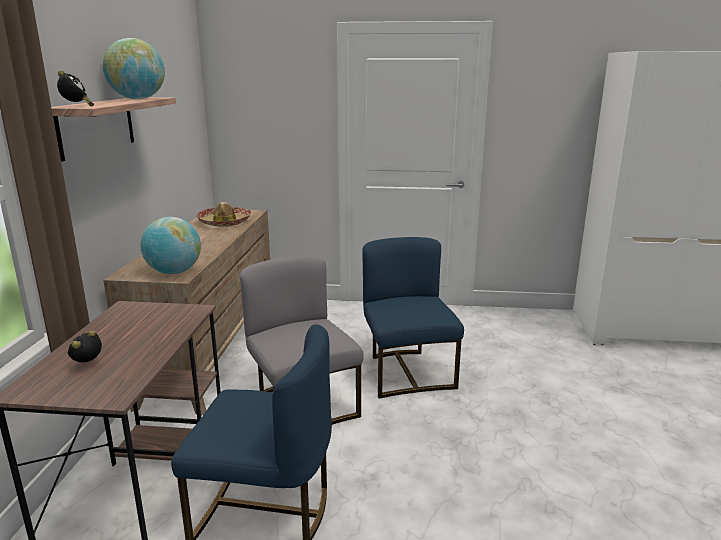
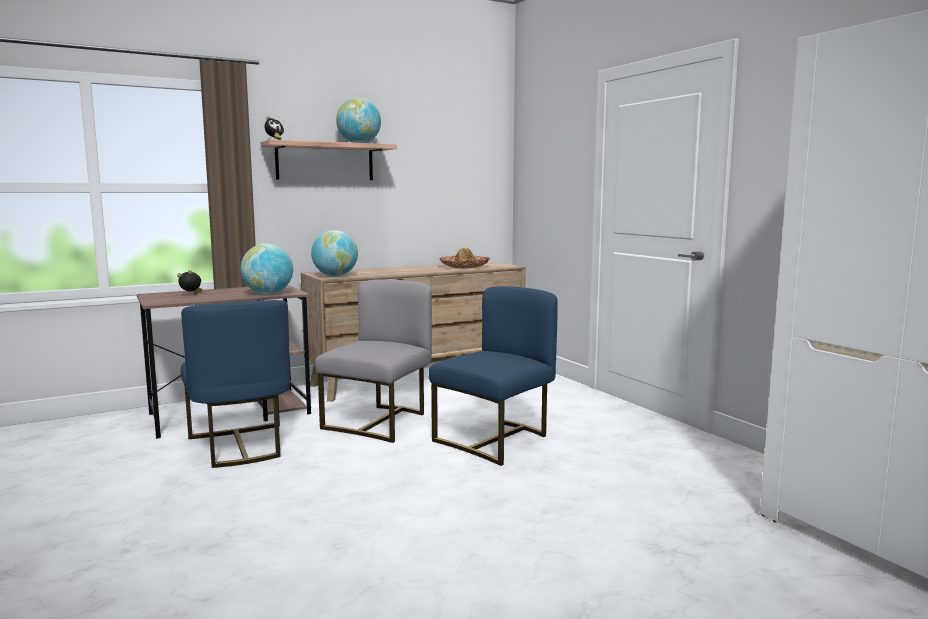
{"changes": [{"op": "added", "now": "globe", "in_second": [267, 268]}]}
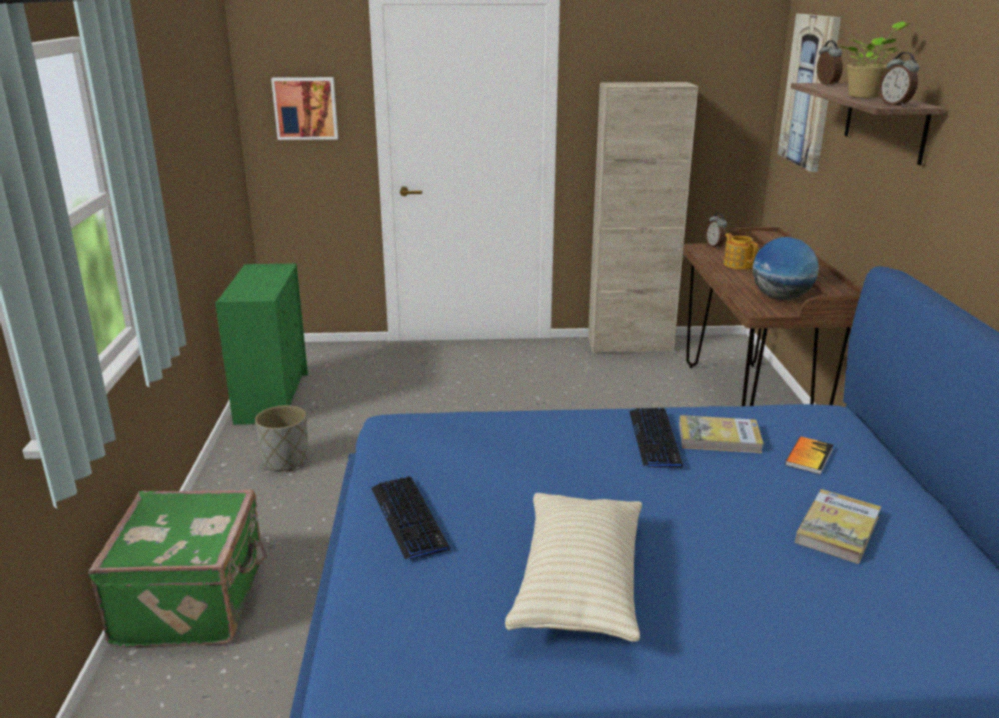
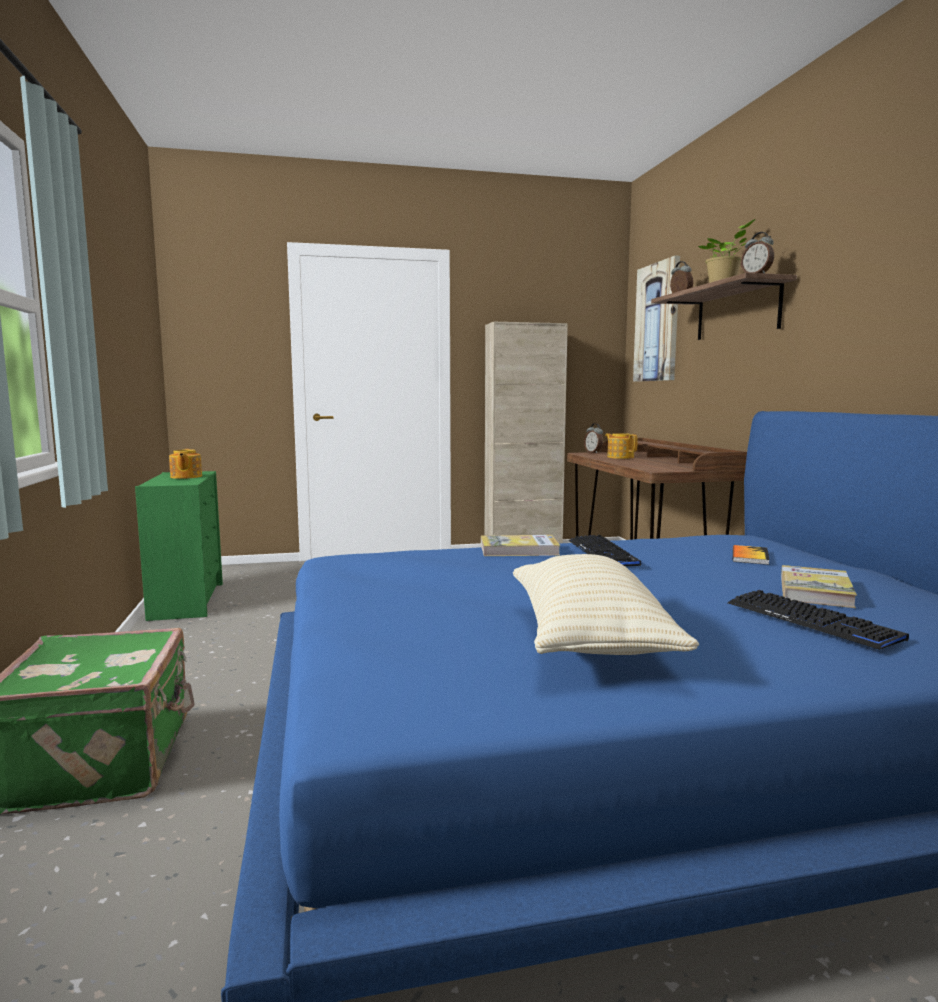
{"changes": [{"op": "removed", "was": "grey planter", "in_first": [281, 438]}, {"op": "removed", "was": "picture", "in_first": [304, 108]}, {"op": "moved", "was": "keyboard", "in_first": [410, 517], "in_second": [818, 620]}, {"op": "moved", "was": "book", "in_first": [721, 434], "in_second": [520, 545]}, {"op": "removed", "was": "globe", "in_first": [786, 268]}, {"op": "added", "now": "teapot", "in_second": [185, 464]}]}
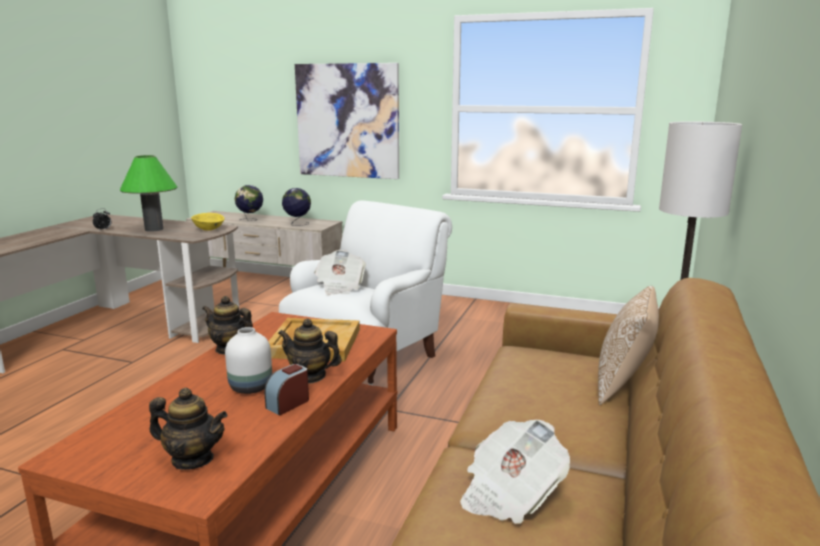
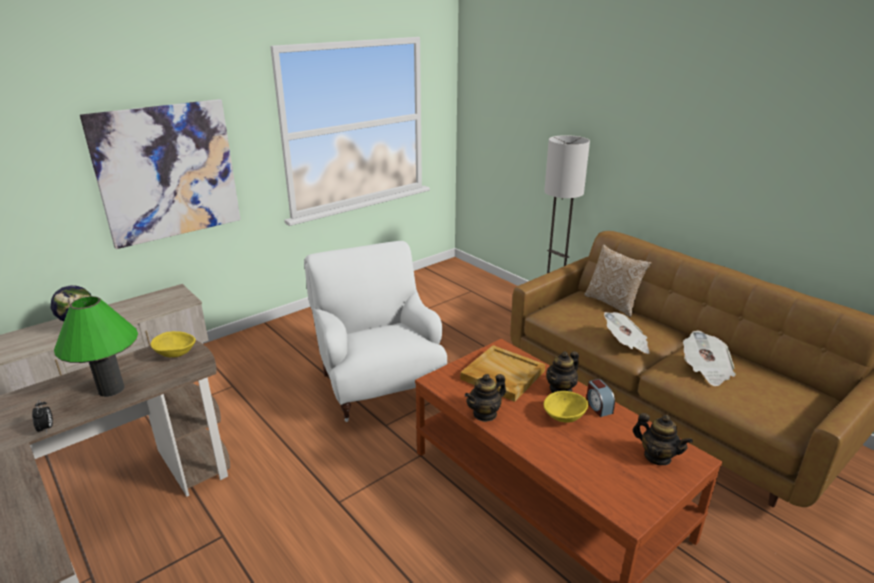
{"changes": [{"op": "turned", "was": "teapot", "in_first": [188, 429], "in_second": [663, 439], "clockwise": 90}, {"op": "replaced", "was": "white vase", "now": "yellow bowl", "in_first": [248, 360], "in_second": [566, 407]}, {"op": "removed", "was": "globe", "in_first": [296, 207]}, {"op": "moved", "was": "newspaper", "in_first": [340, 272], "in_second": [627, 333]}]}
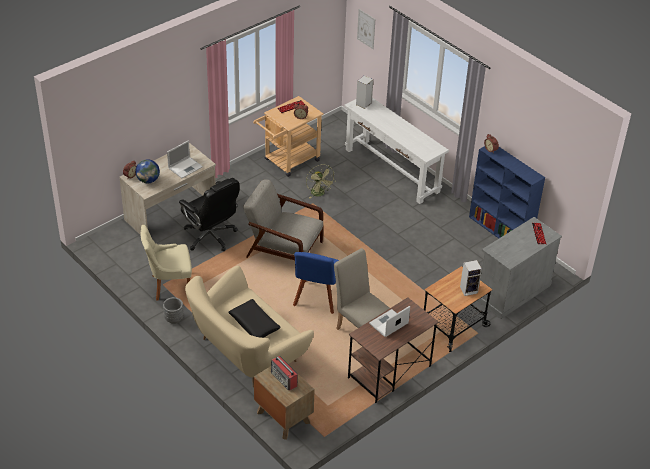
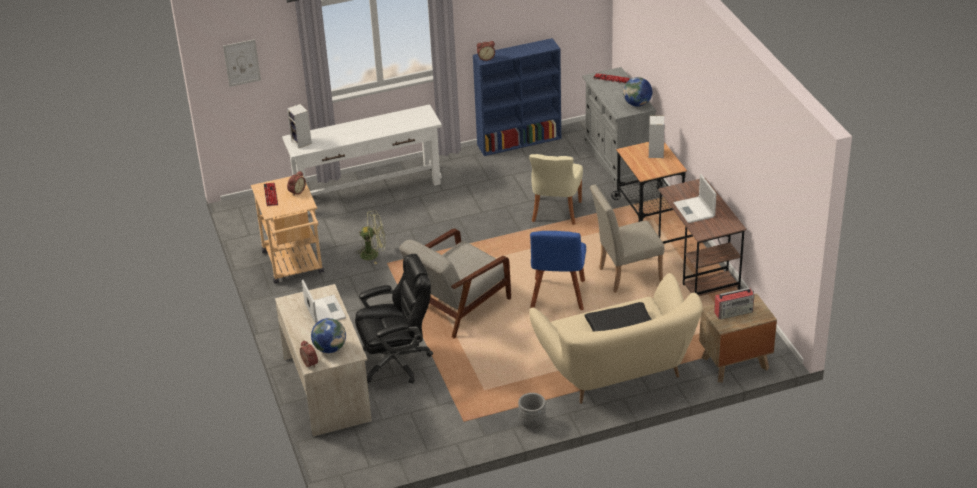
{"changes": [{"op": "moved", "was": "beige chair", "in_first": [166, 263], "in_second": [556, 189]}, {"op": "turned", "was": "blue chair", "in_first": [316, 283], "in_second": [558, 270], "clockwise": 60}, {"op": "added", "now": "globe", "in_second": [637, 92]}]}
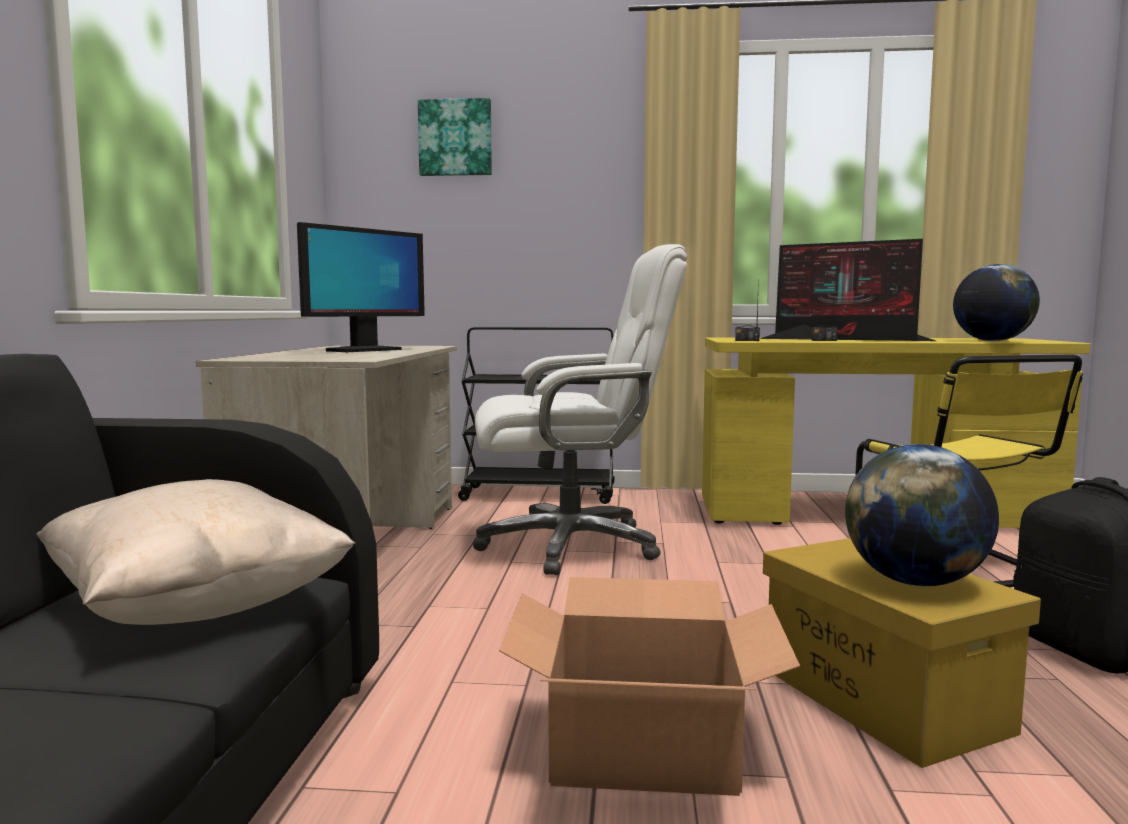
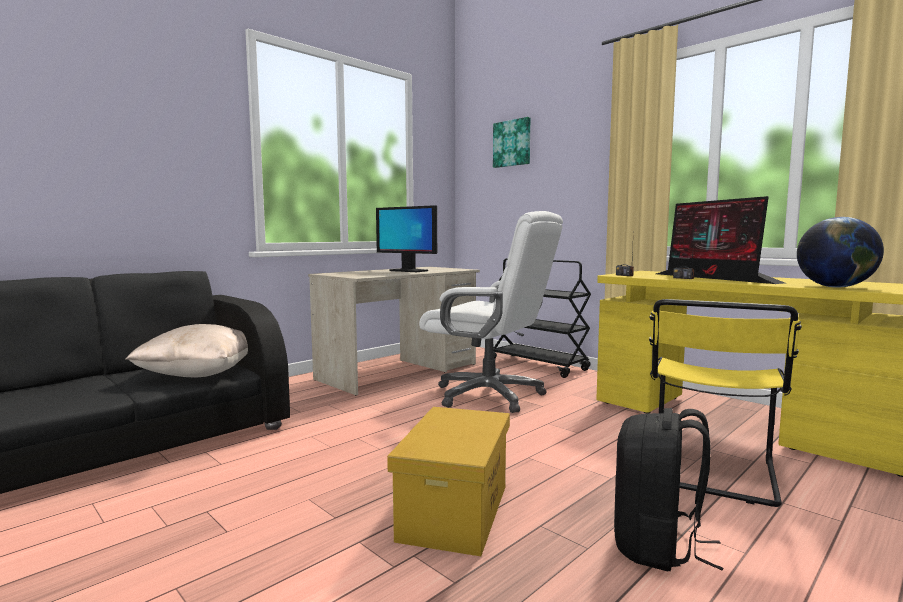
{"changes": [{"op": "turned", "was": "monitor", "in_first": [361, 287], "in_second": [406, 238], "clockwise": 45}, {"op": "removed", "was": "cardboard box", "in_first": [649, 686]}, {"op": "removed", "was": "globe", "in_first": [922, 515]}]}
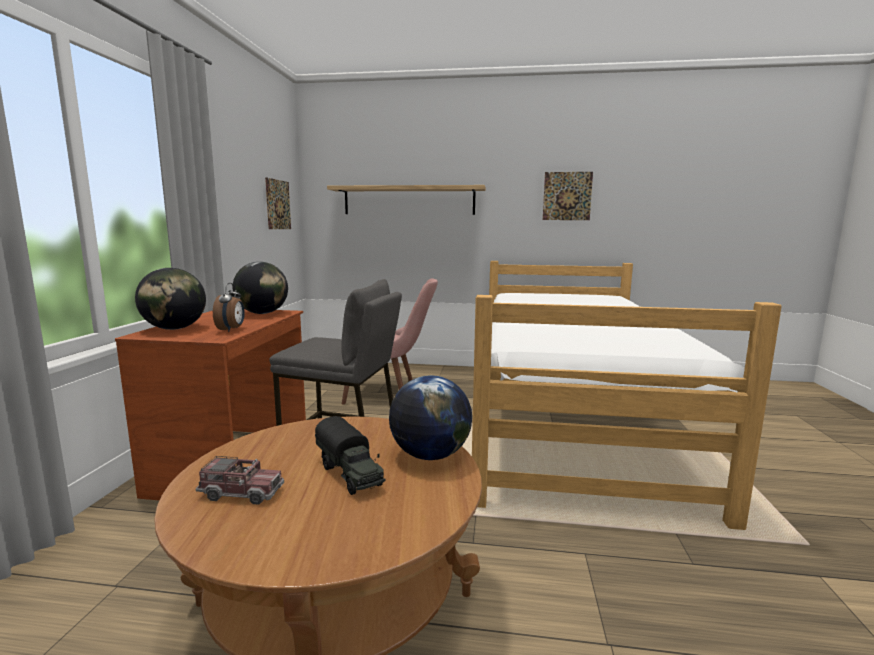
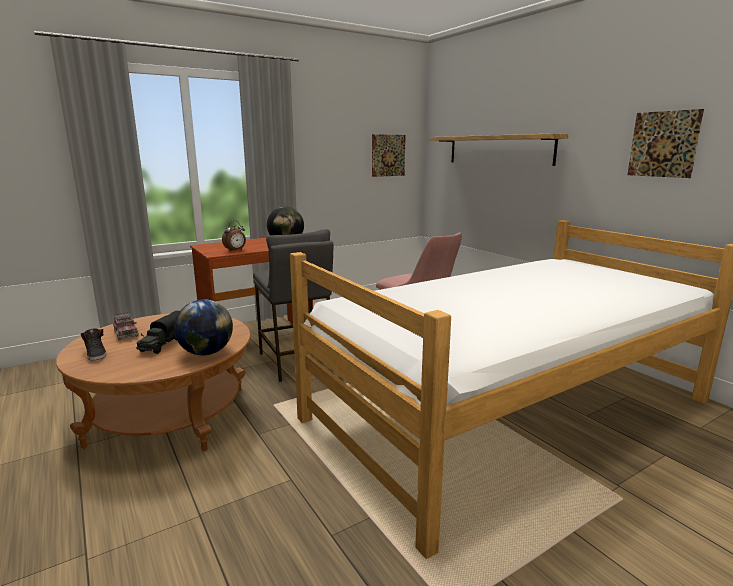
{"changes": [{"op": "removed", "was": "globe", "in_first": [170, 299]}, {"op": "added", "now": "black shoe", "in_second": [93, 345]}]}
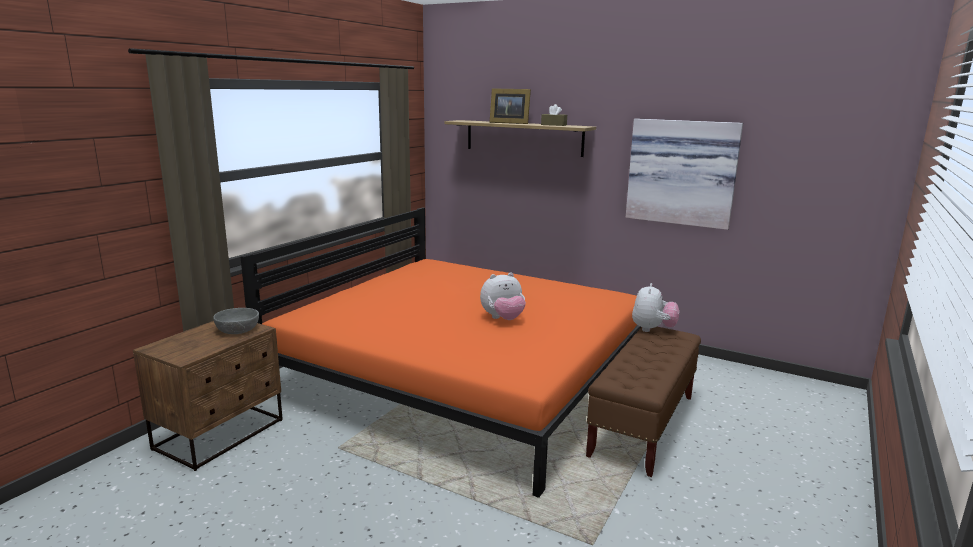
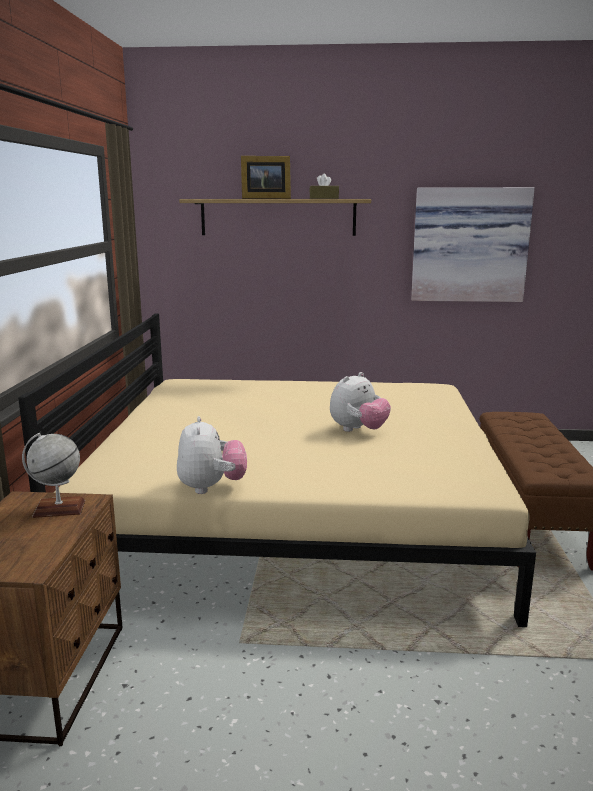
{"changes": [{"op": "replaced", "was": "grey bowl", "now": "globe", "in_first": [236, 321], "in_second": [53, 475]}, {"op": "recoloured", "was": "orange bed", "now": "beige bed", "in_first": [441, 352], "in_second": [277, 470]}, {"op": "moved", "was": "plush toy", "in_first": [655, 307], "in_second": [212, 455]}]}
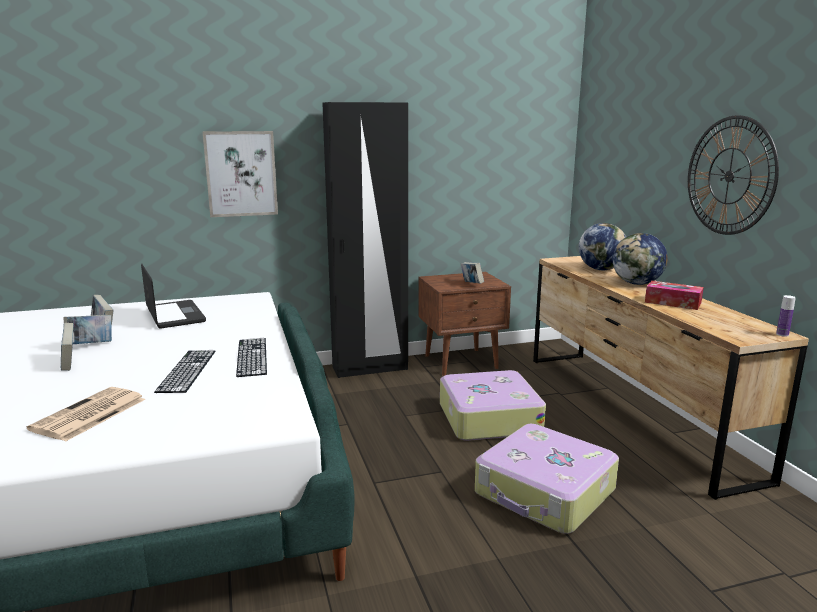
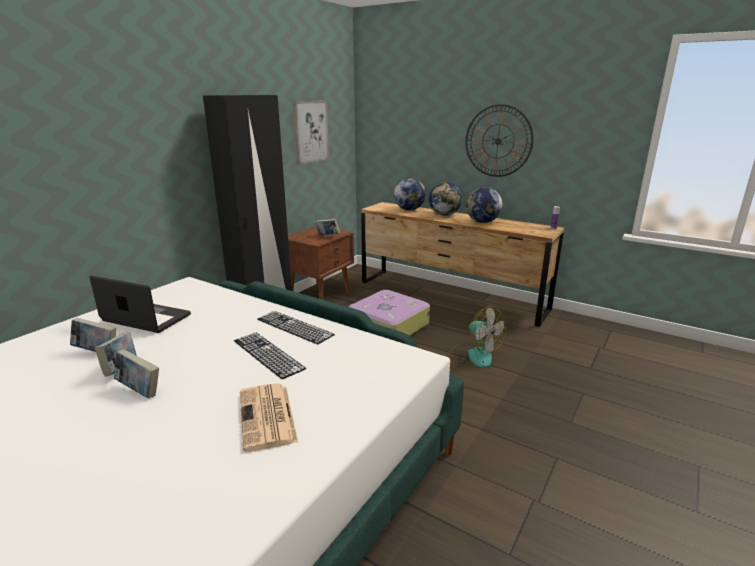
{"changes": [{"op": "moved", "was": "picture", "in_first": [240, 174], "in_second": [311, 132]}, {"op": "replaced", "was": "suitcase", "now": "fan", "in_first": [547, 479], "in_second": [477, 337]}, {"op": "replaced", "was": "tissue box", "now": "globe", "in_first": [674, 295], "in_second": [484, 205]}]}
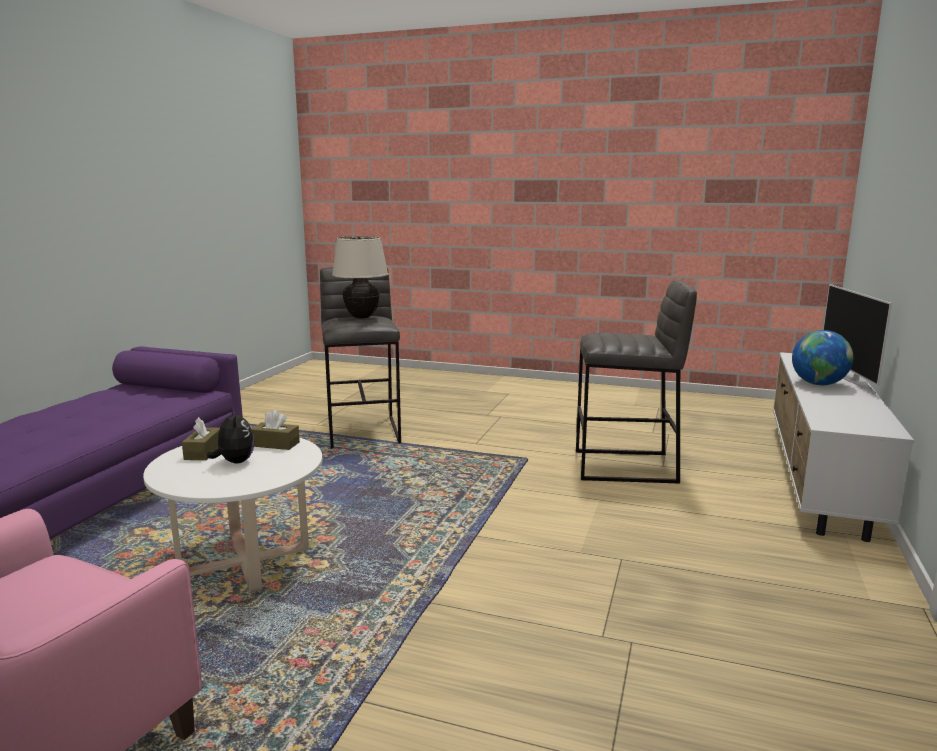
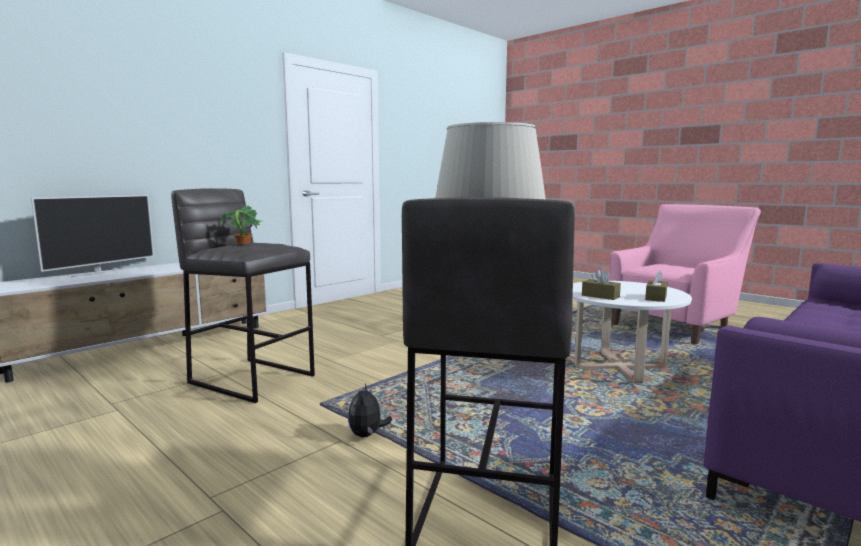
{"changes": [{"op": "moved", "was": "plush toy", "in_first": [230, 435], "in_second": [370, 410]}, {"op": "removed", "was": "globe", "in_first": [822, 357]}, {"op": "added", "now": "potted plant", "in_second": [241, 225]}]}
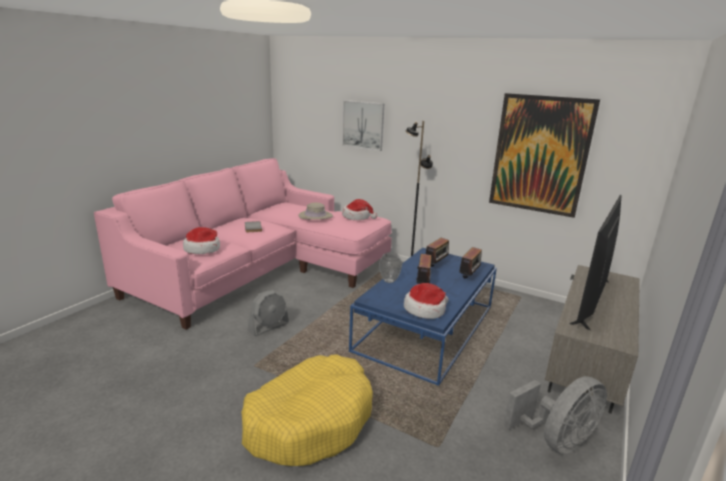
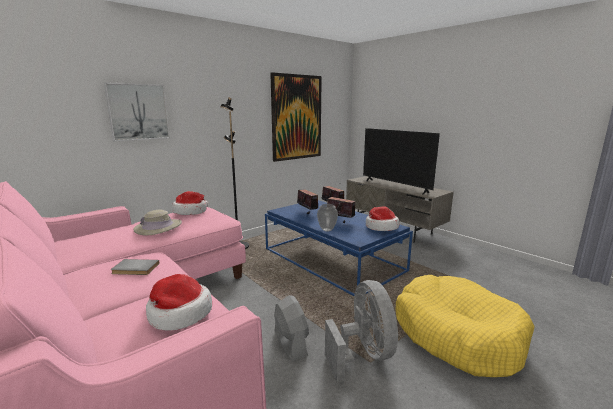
{"changes": [{"op": "moved", "was": "grey fan", "in_first": [555, 415], "in_second": [361, 331]}]}
